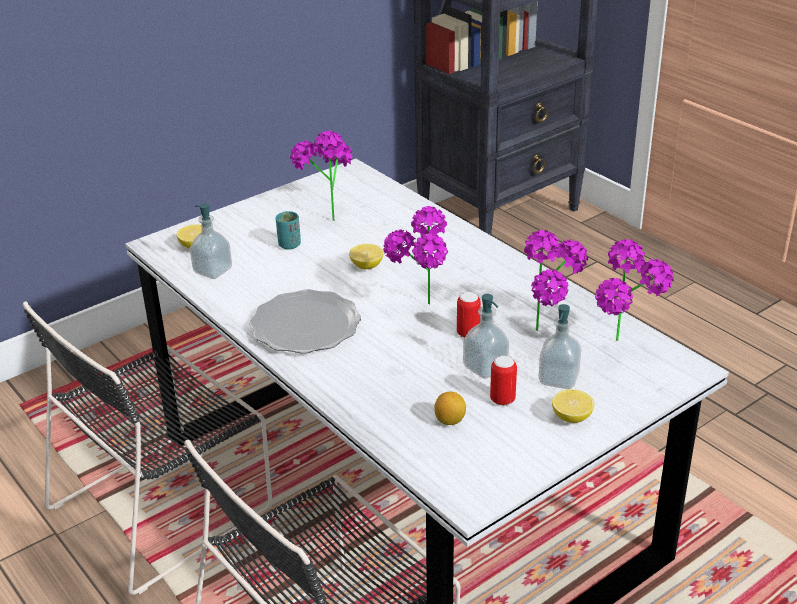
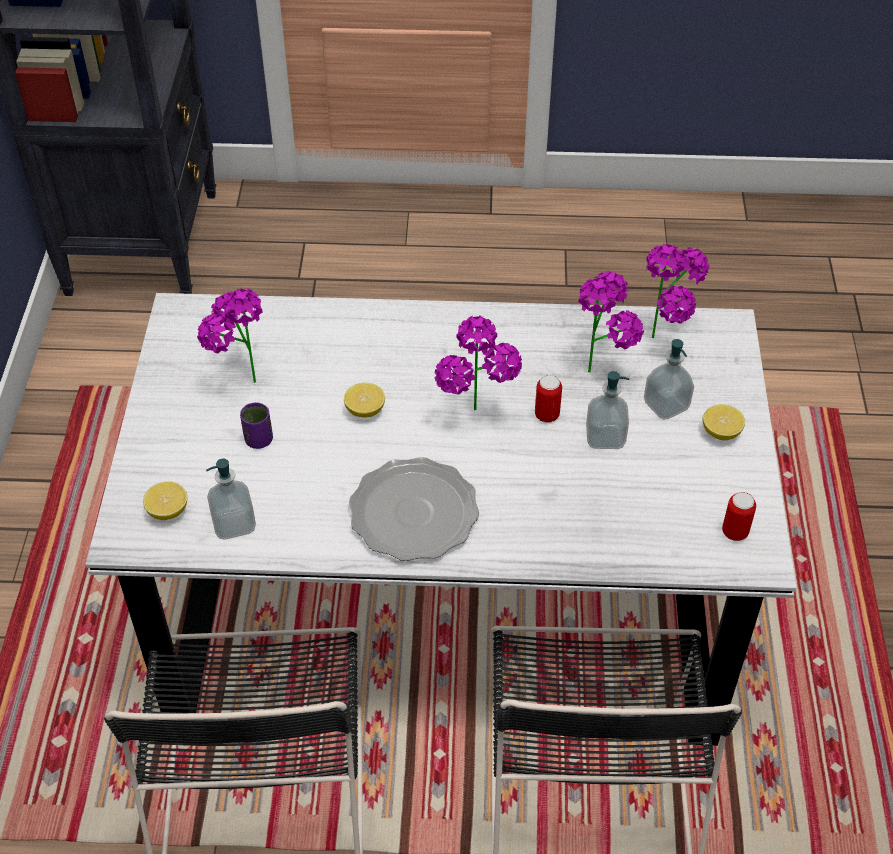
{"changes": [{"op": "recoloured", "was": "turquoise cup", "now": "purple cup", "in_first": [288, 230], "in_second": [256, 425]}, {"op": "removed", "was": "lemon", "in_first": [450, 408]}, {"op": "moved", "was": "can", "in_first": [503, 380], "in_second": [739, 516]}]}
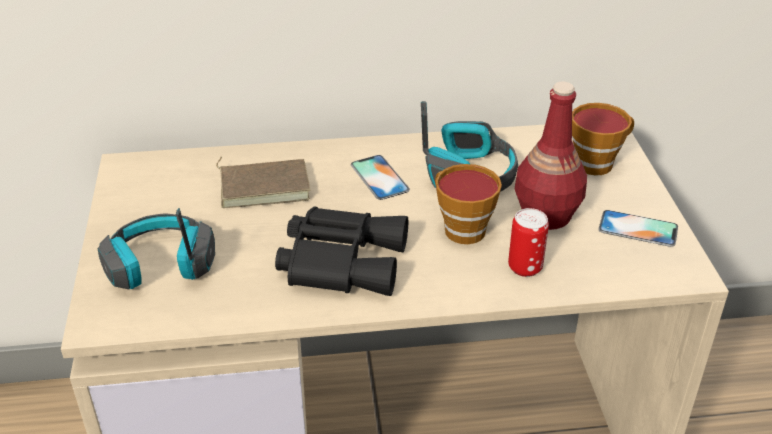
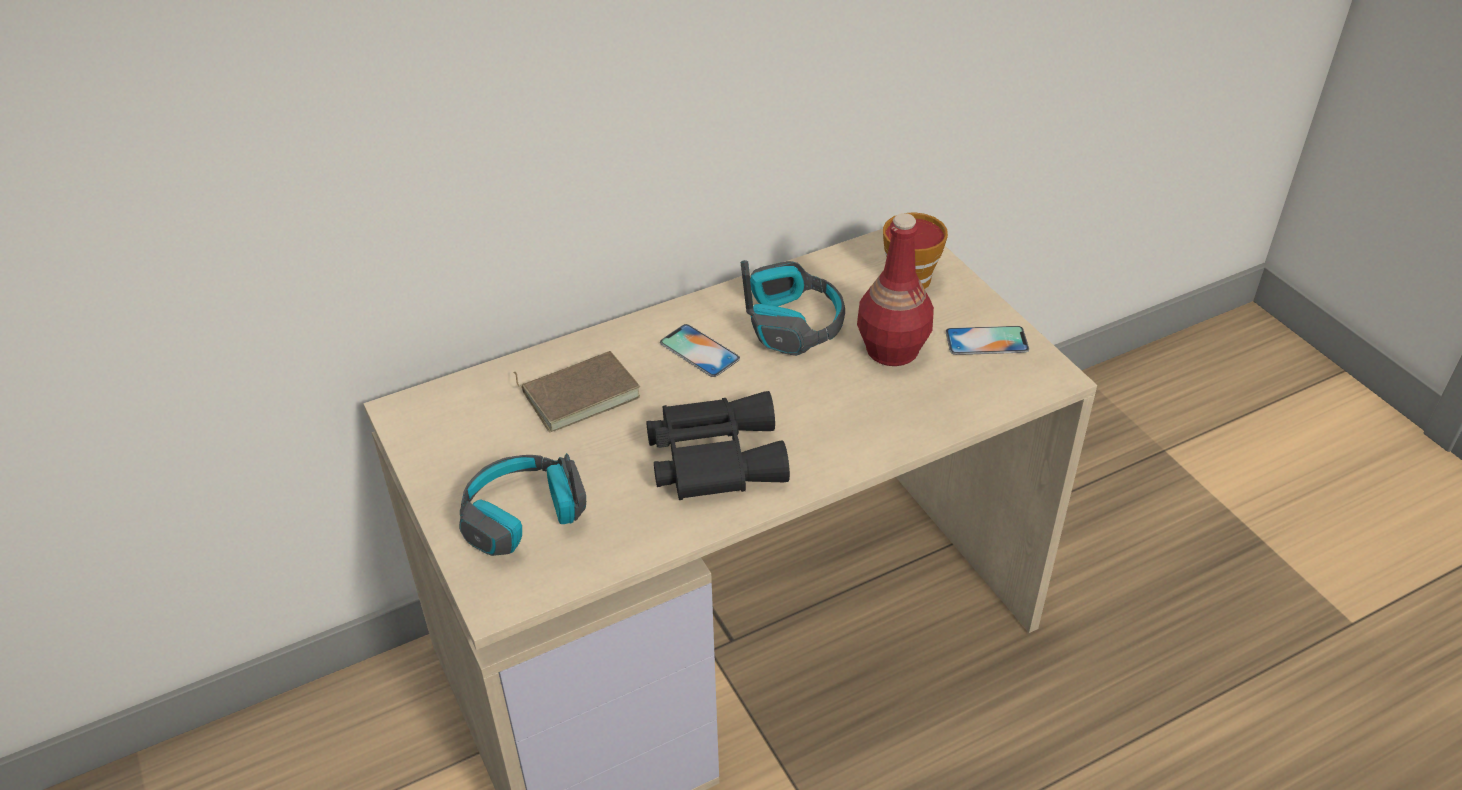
{"changes": [{"op": "removed", "was": "cup", "in_first": [468, 204]}, {"op": "removed", "was": "can", "in_first": [528, 242]}]}
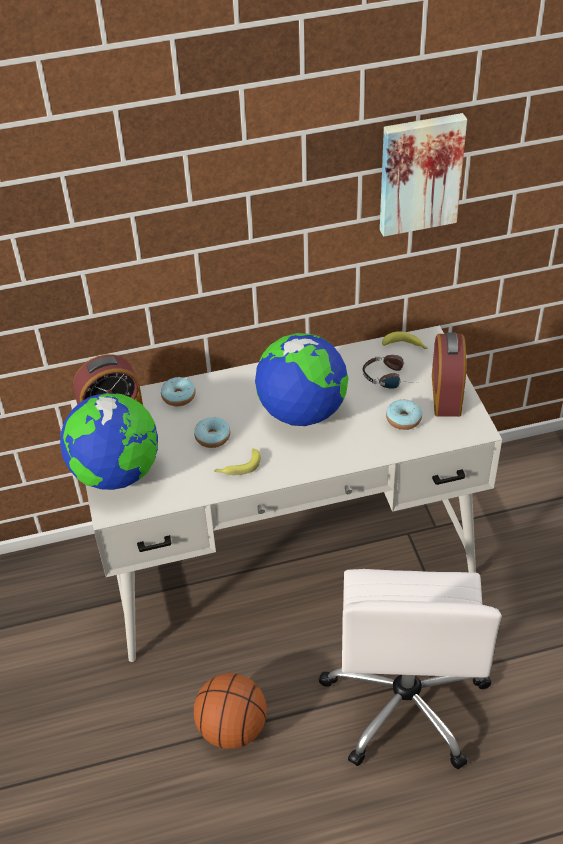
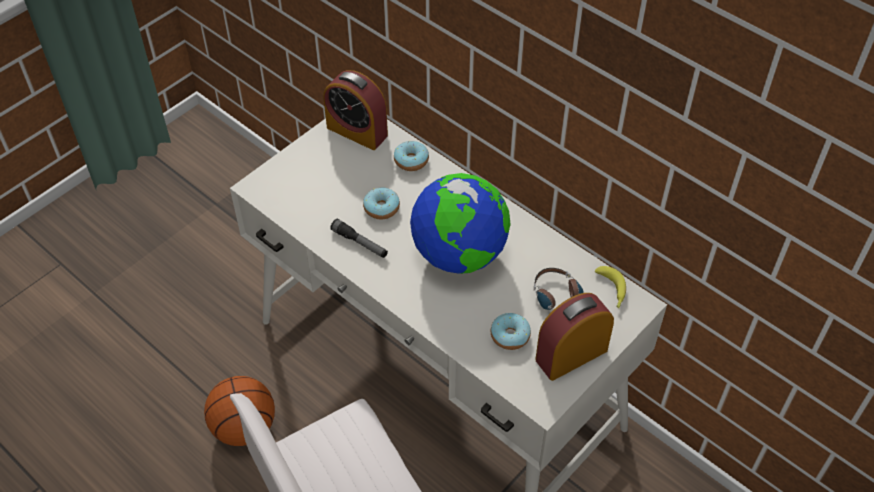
{"changes": [{"op": "removed", "was": "globe", "in_first": [109, 441]}, {"op": "replaced", "was": "banana", "now": "flashlight", "in_first": [237, 462], "in_second": [359, 238]}, {"op": "removed", "was": "picture", "in_first": [423, 175]}]}
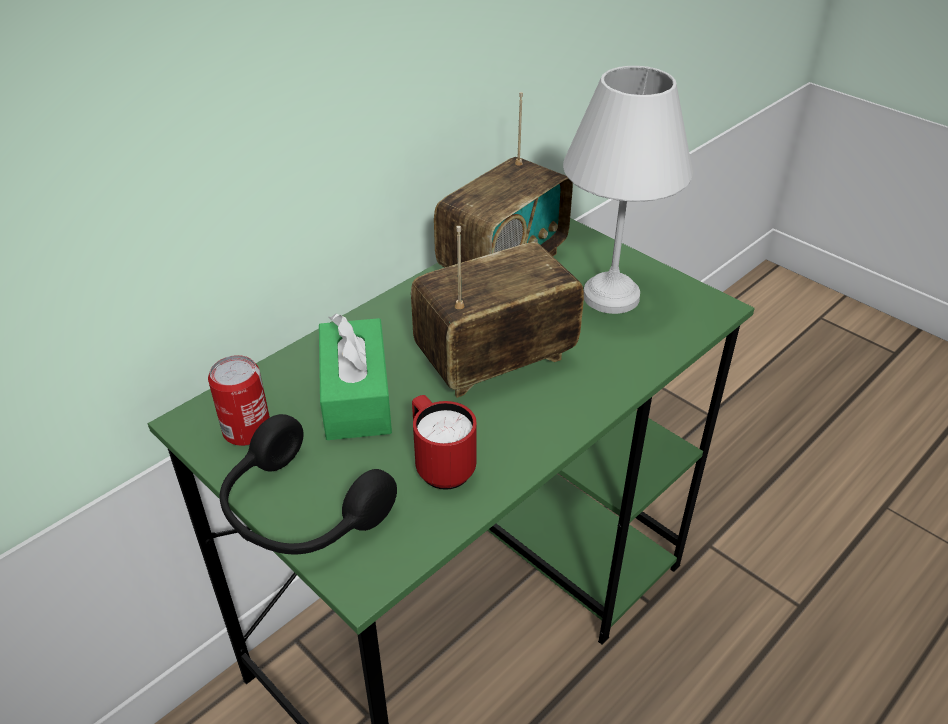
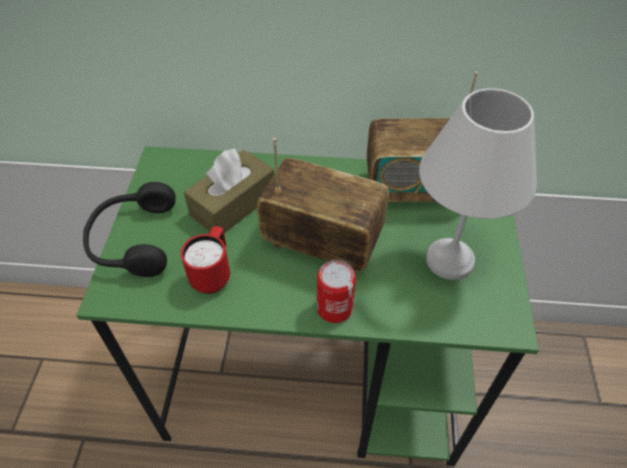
{"changes": [{"op": "moved", "was": "can", "in_first": [239, 400], "in_second": [336, 291]}, {"op": "recoloured", "was": "green tissue box", "now": "brown tissue box", "in_first": [355, 377], "in_second": [229, 191]}]}
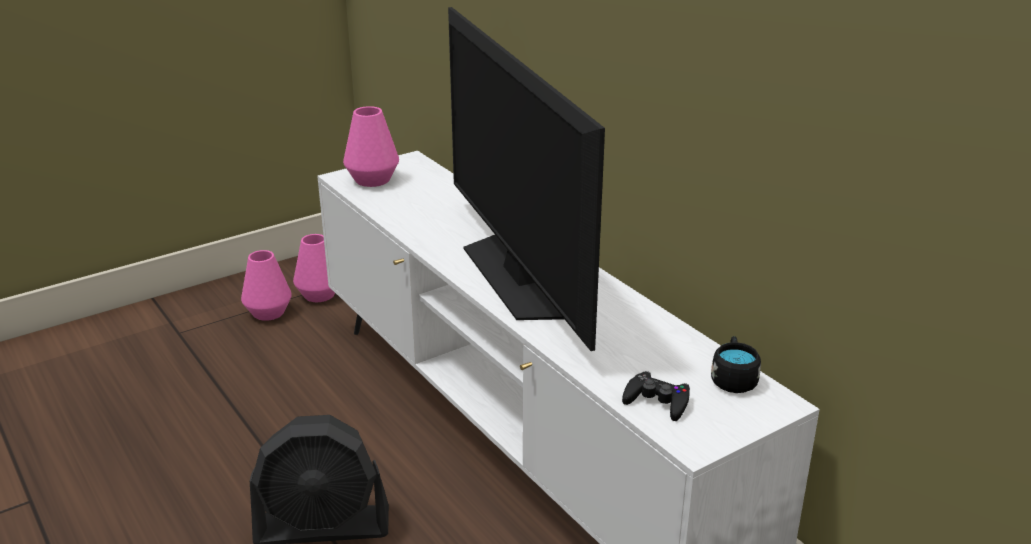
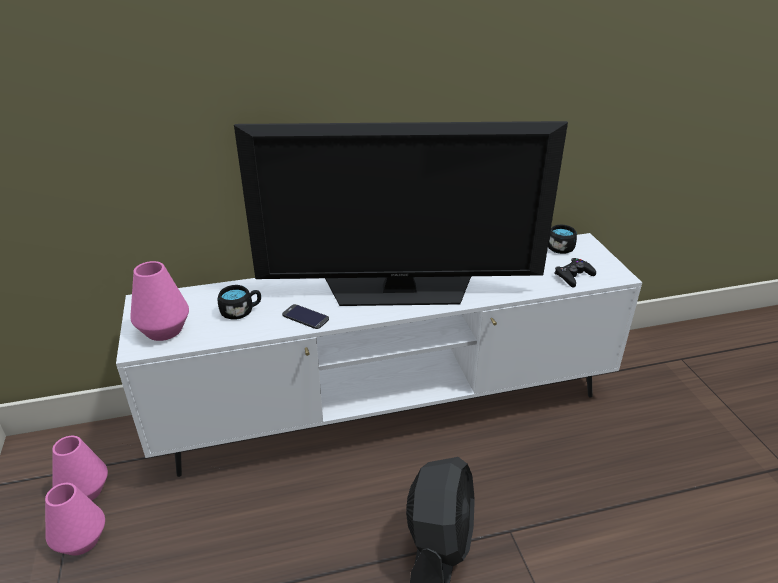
{"changes": [{"op": "added", "now": "black mug", "in_second": [239, 302]}, {"op": "added", "now": "phone", "in_second": [305, 316]}]}
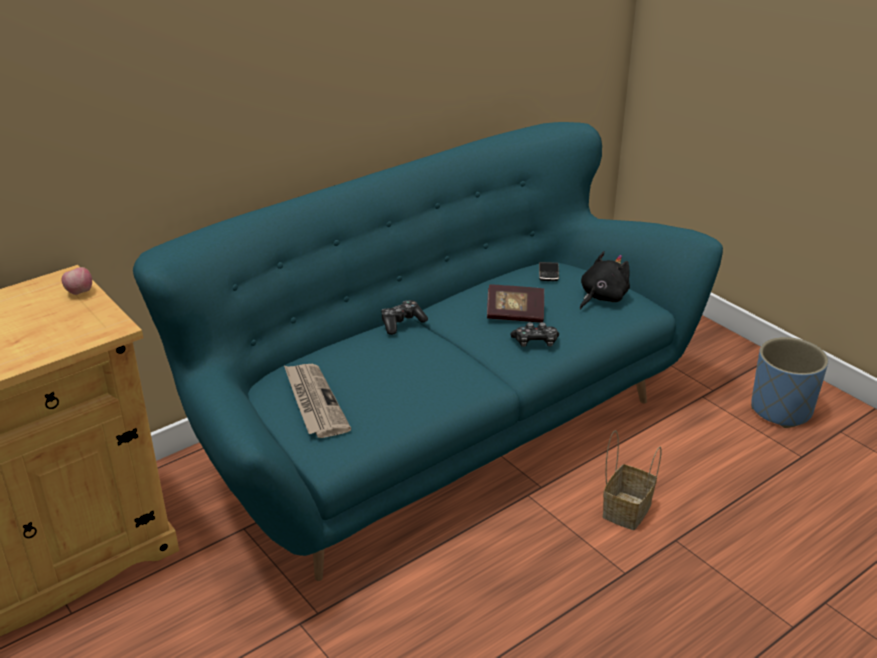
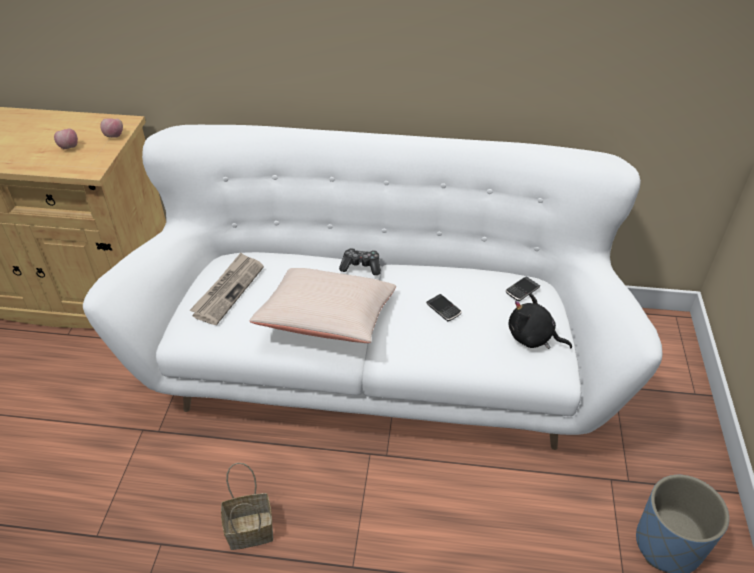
{"changes": [{"op": "recoloured", "was": "turquoise sofa", "now": "white sofa", "in_first": [428, 351], "in_second": [373, 287]}, {"op": "replaced", "was": "book", "now": "phone", "in_first": [515, 303], "in_second": [444, 307]}, {"op": "removed", "was": "game controller", "in_first": [534, 334]}, {"op": "turned", "was": "black plush toy", "in_first": [605, 280], "in_second": [540, 321], "clockwise": -150}, {"op": "moved", "was": "basket", "in_first": [632, 480], "in_second": [247, 506]}, {"op": "added", "now": "apple", "in_second": [66, 138]}, {"op": "added", "now": "beige pillow", "in_second": [323, 305]}]}
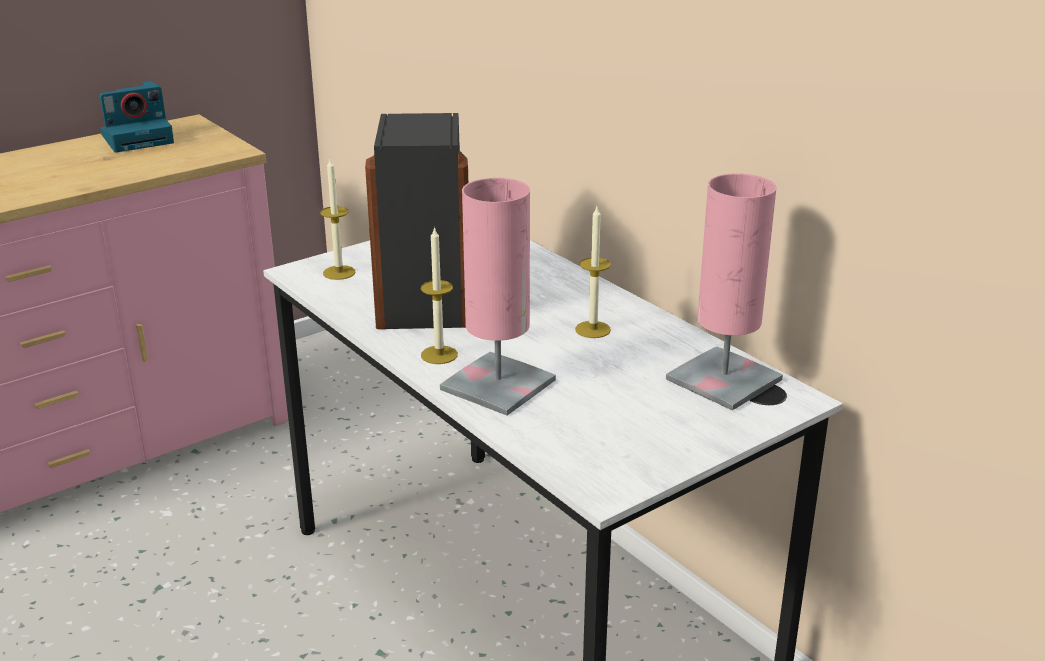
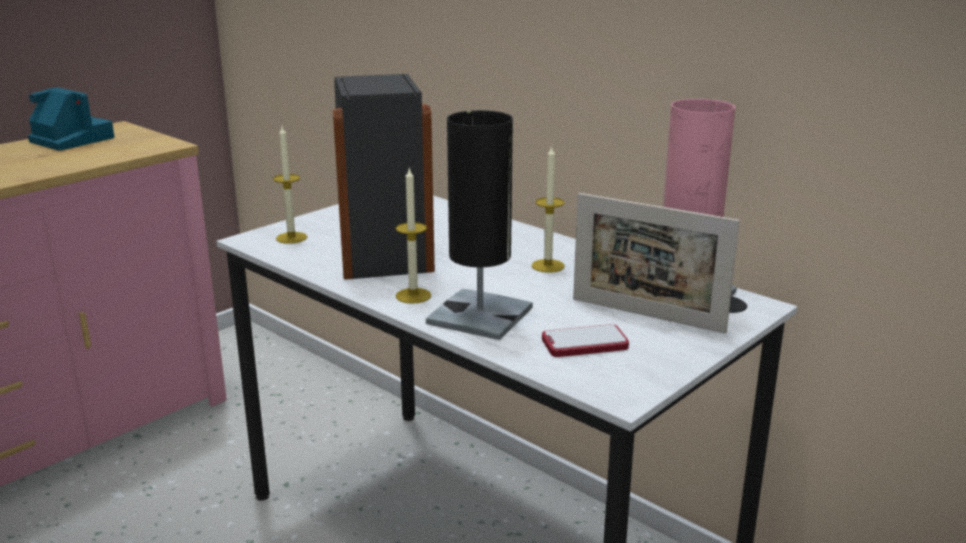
{"changes": [{"op": "turned", "was": "photo camera", "in_first": [137, 116], "in_second": [71, 119], "clockwise": -105}, {"op": "recoloured", "was": "pink table lamp", "now": "black table lamp", "in_first": [498, 297], "in_second": [479, 225]}, {"op": "added", "now": "phone", "in_second": [585, 340]}, {"op": "added", "now": "picture frame", "in_second": [656, 263]}]}
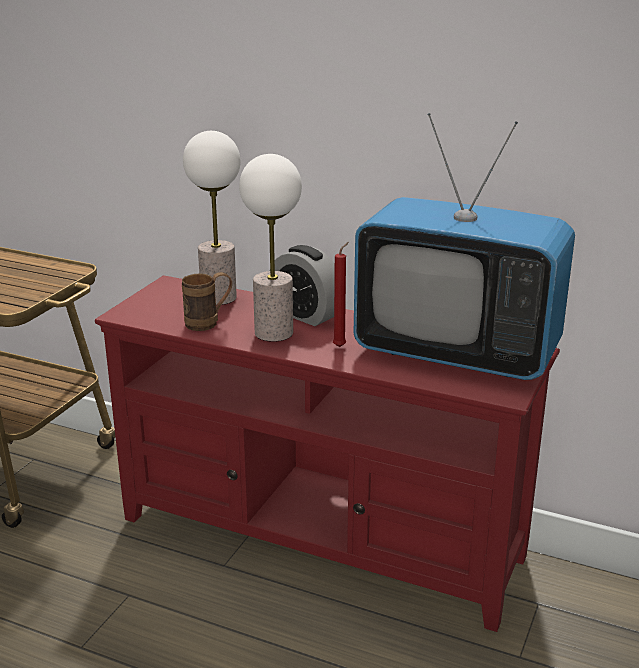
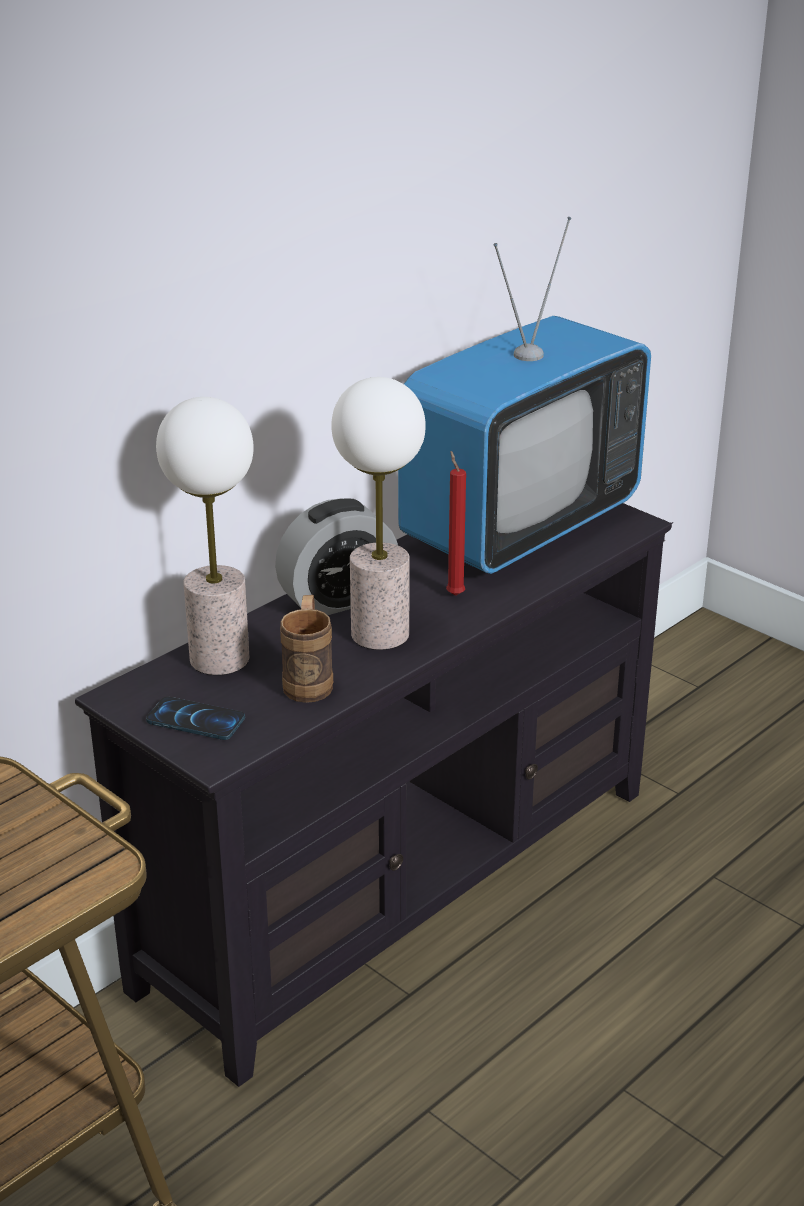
{"changes": [{"op": "recoloured", "was": "red tv stand", "now": "black tv stand", "in_first": [327, 453], "in_second": [374, 795]}, {"op": "added", "now": "phone", "in_second": [195, 718]}]}
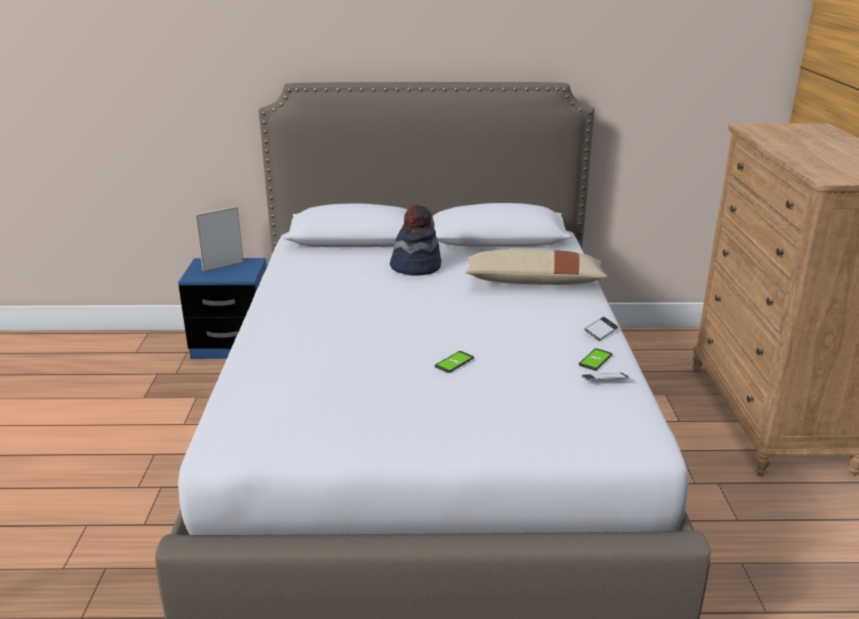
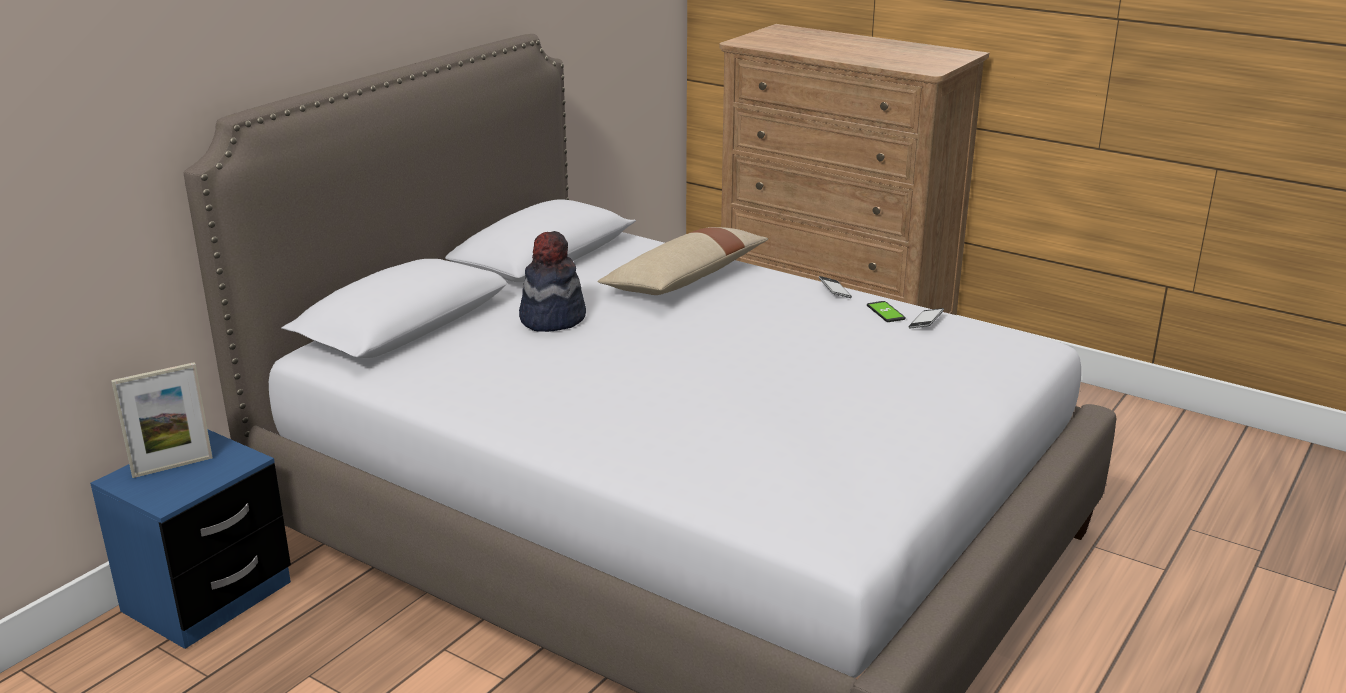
{"changes": [{"op": "turned", "was": "picture frame", "in_first": [219, 239], "in_second": [162, 420], "clockwise": -120}, {"op": "removed", "was": "phone", "in_first": [454, 362]}]}
